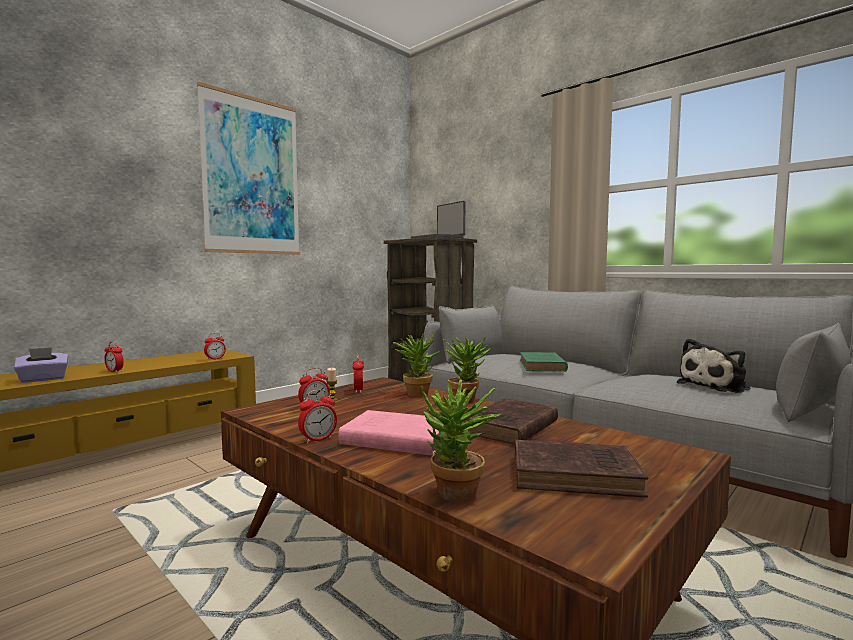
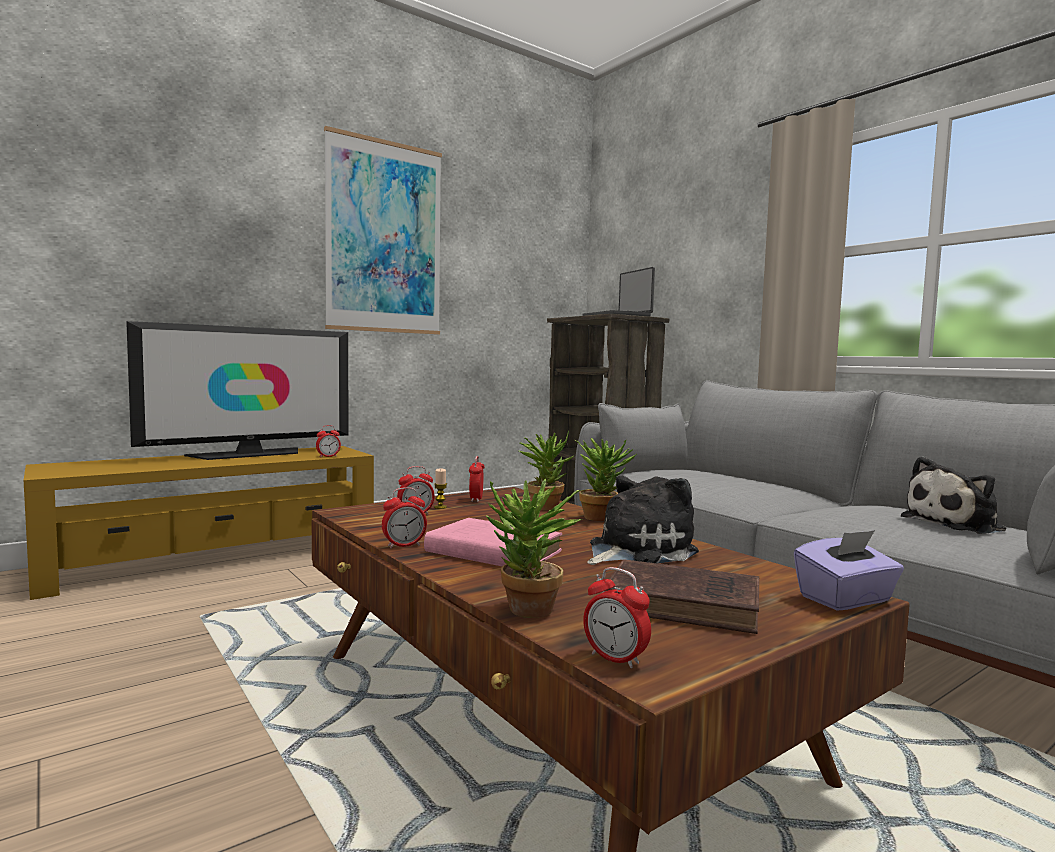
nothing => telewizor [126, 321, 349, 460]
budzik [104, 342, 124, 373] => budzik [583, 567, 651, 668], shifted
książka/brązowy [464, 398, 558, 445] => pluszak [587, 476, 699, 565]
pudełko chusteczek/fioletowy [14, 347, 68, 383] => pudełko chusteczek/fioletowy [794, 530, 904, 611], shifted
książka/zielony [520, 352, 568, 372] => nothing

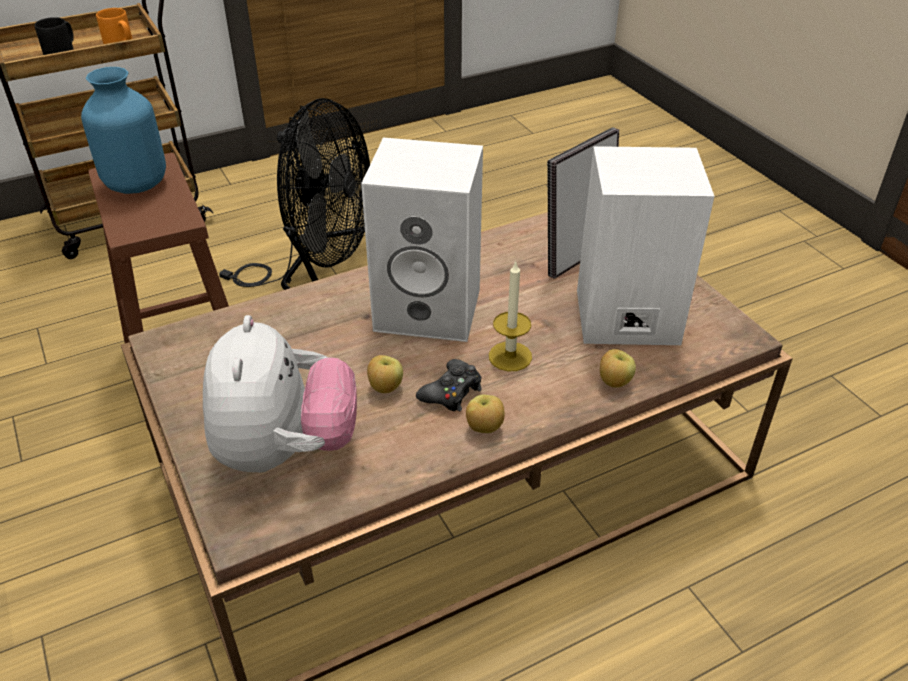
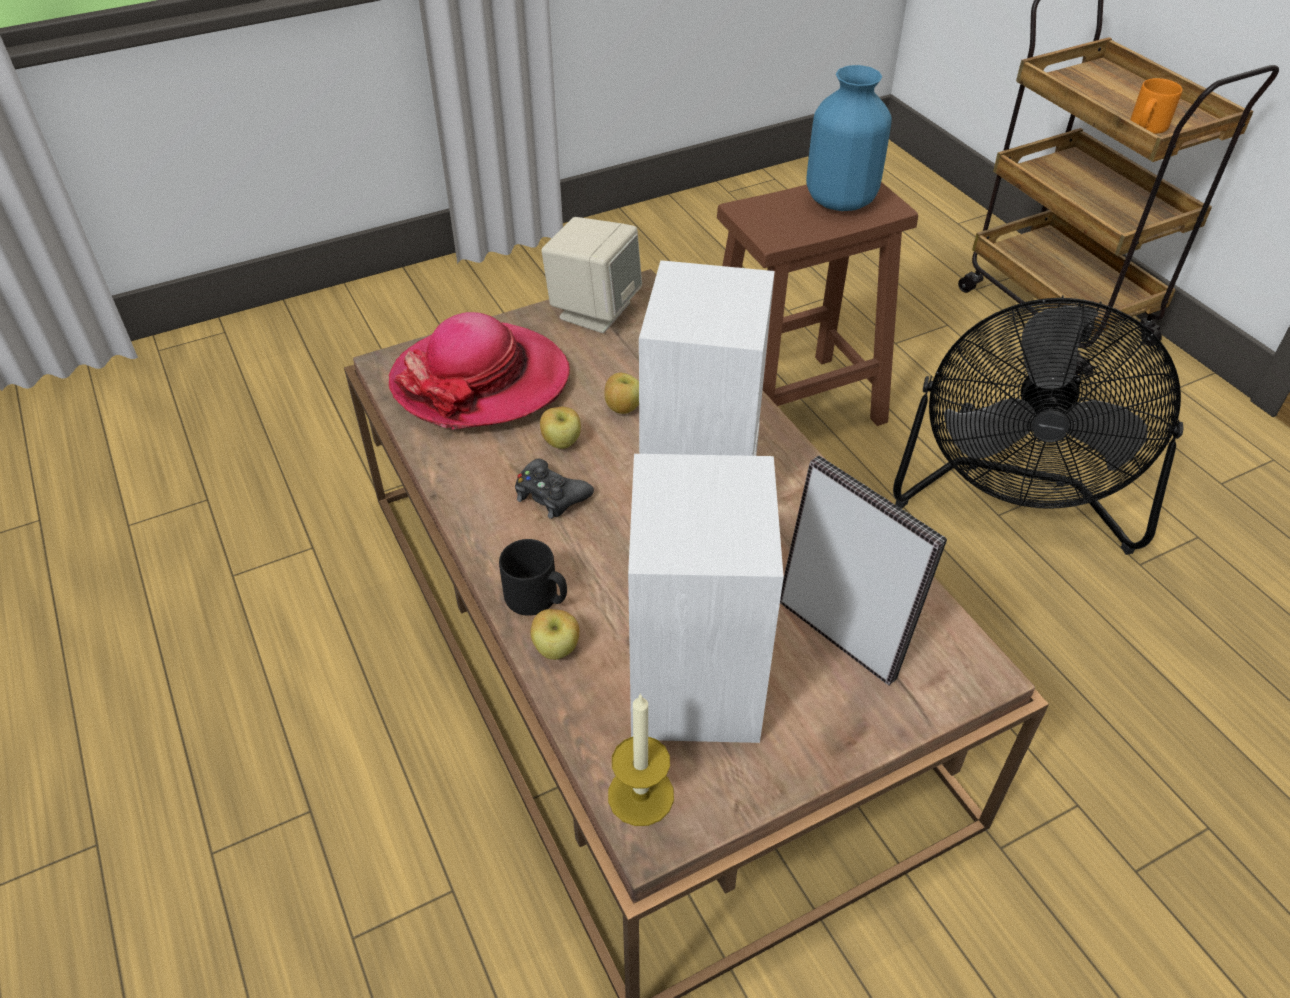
pluszak [203, 315, 357, 473] => kapelusz [389, 312, 570, 430]
kubek/czarny [34, 17, 74, 55] => kubek/czarny [499, 539, 567, 616], shifted
nothing => głośnik/beżowy [541, 217, 642, 333]
jabłko [466, 395, 505, 433] => jabłko [604, 373, 639, 414], shifted
świeca [489, 261, 532, 371] => świeca [608, 693, 674, 826], shifted

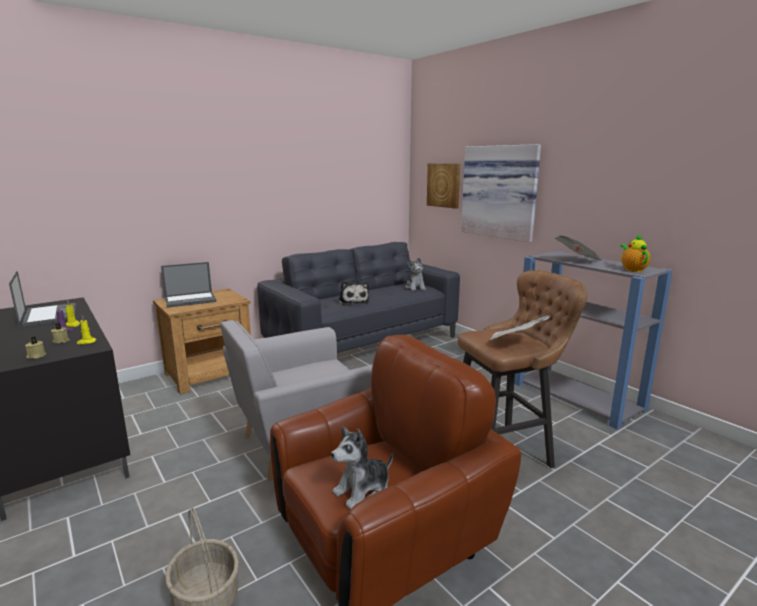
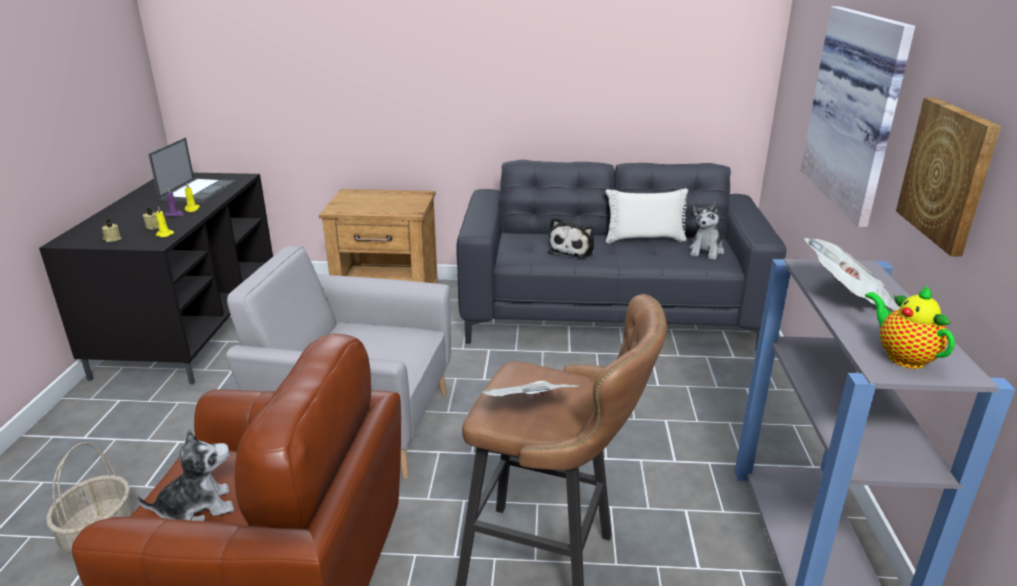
pluszak [331, 426, 393, 509] => pluszak [137, 429, 234, 521], 150 degrees clockwise
nothing => poduszka/biały [606, 188, 688, 243]
imbryk [621, 234, 651, 272] => imbryk [865, 285, 955, 369], 60 degrees counterclockwise
obraz [427, 163, 460, 209] => obraz [896, 97, 1001, 257], shifted
laptop [161, 262, 217, 308] => nothing

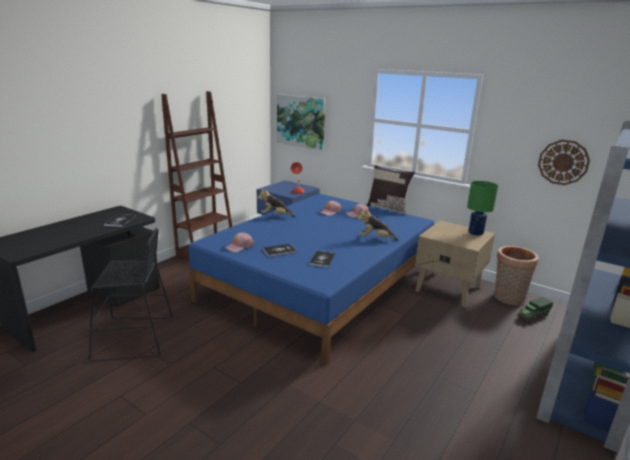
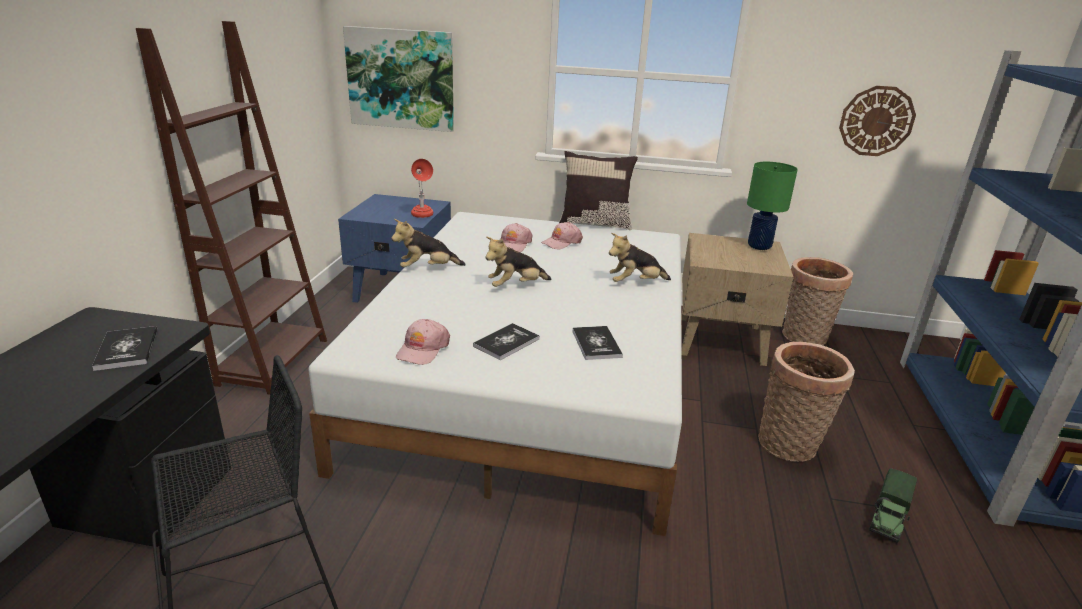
łóżko/niebieski [189, 194, 434, 365] => łóżko/biały [308, 212, 682, 536]
nothing => pluszak [485, 236, 551, 287]
nothing => koszyk [758, 342, 855, 462]
ciężarówka zabawkowa [517, 297, 553, 323] => ciężarówka zabawkowa [869, 468, 917, 543], shifted

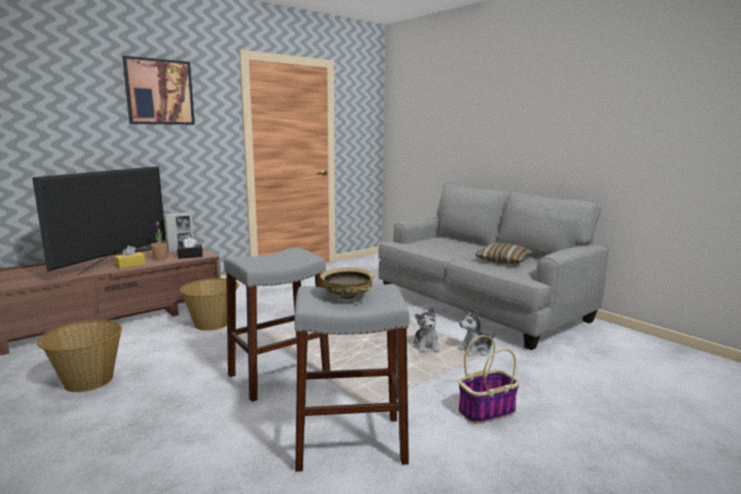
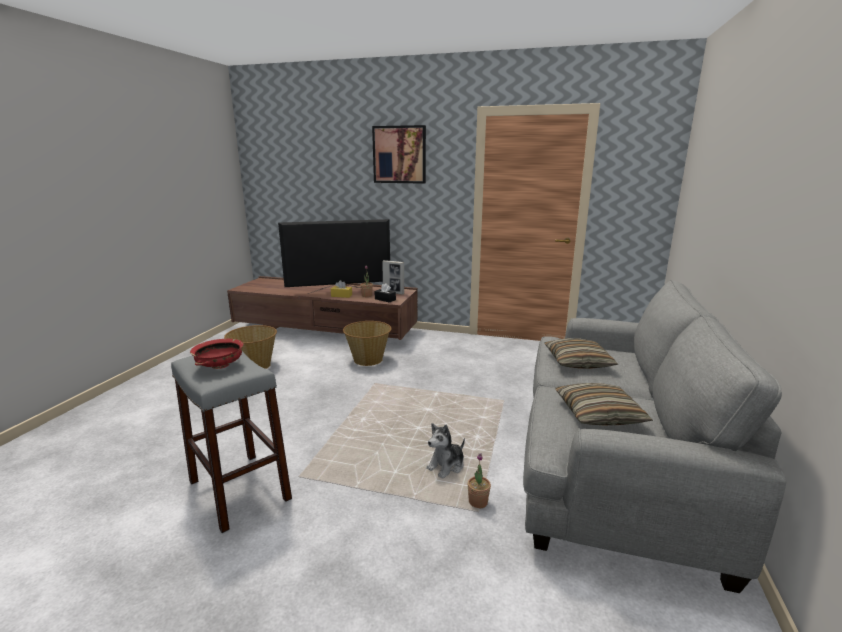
miska/beżowy [320, 267, 375, 299] => miska/czerwony [190, 339, 243, 369]
pluszak [458, 311, 496, 356] => roślina doniczkowa [468, 453, 491, 509]
nothing => poduszka [544, 338, 618, 369]
stołek/szary [224, 247, 330, 402] => nothing
koszyk [458, 335, 520, 424] => nothing

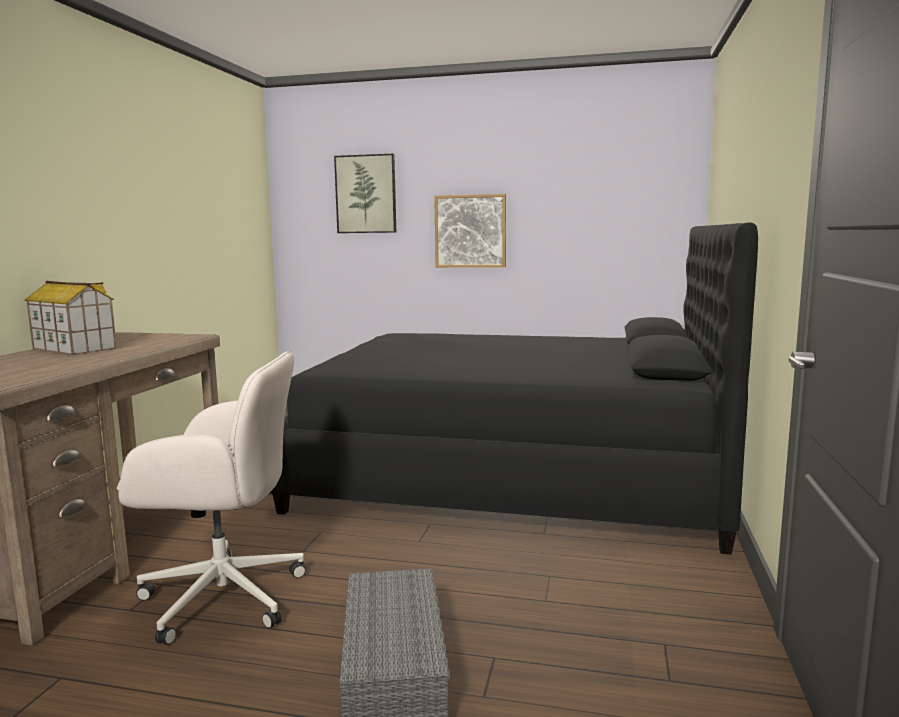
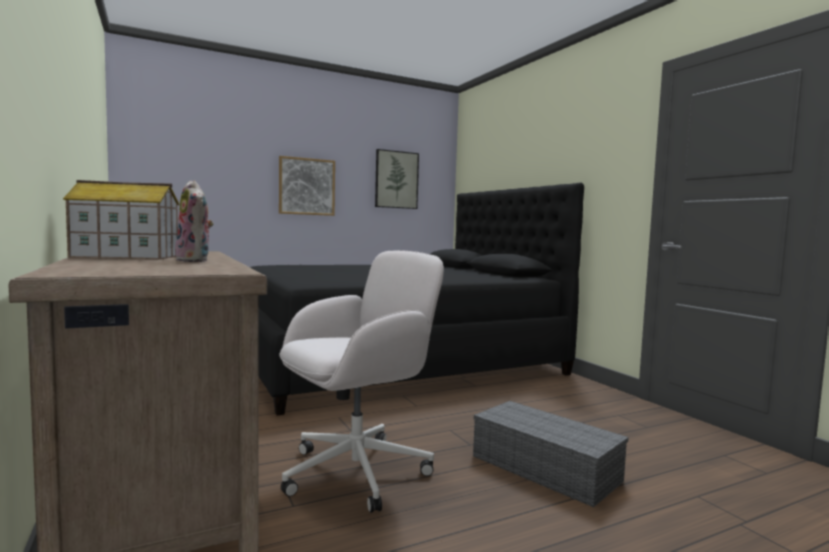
nothing => pluszak [175, 181, 214, 262]
obraz [334, 154, 396, 233] => obraz [375, 149, 419, 209], shifted

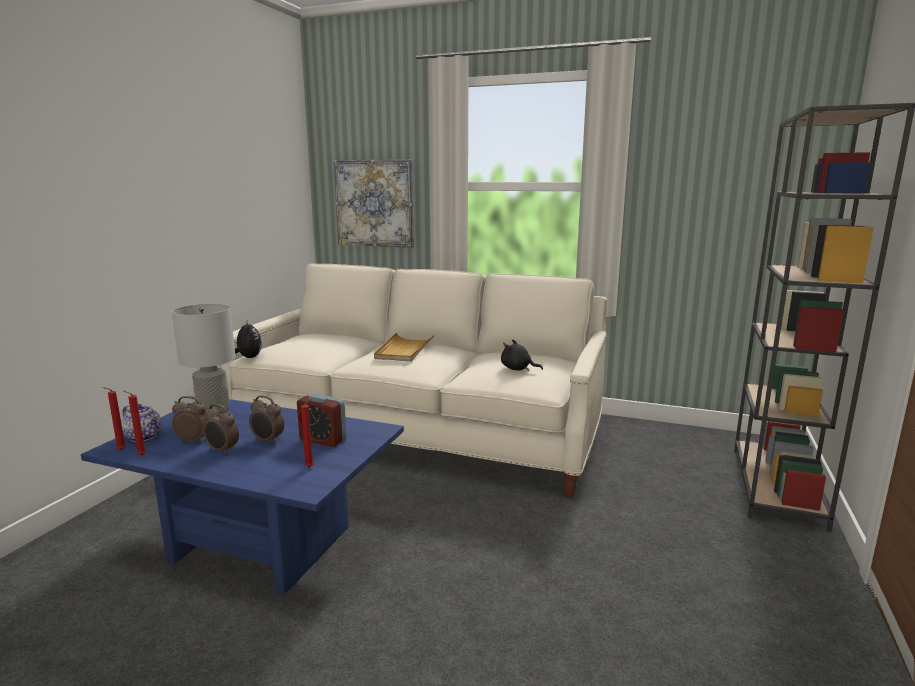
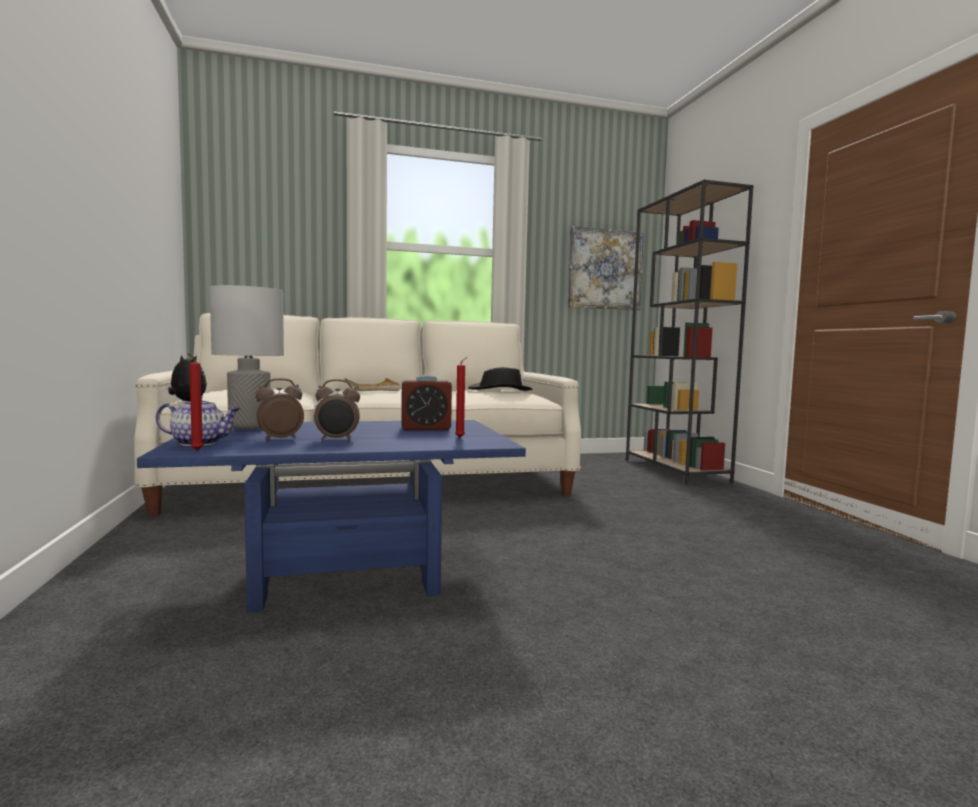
pluszak/czarny [501, 339, 543, 371] => kapelusz/czarny [468, 367, 532, 391]
obraz [334, 159, 414, 248] => obraz [567, 226, 644, 310], shifted
świeca/czerwony [123, 390, 146, 455] => nothing
budzik [249, 395, 284, 444] => nothing

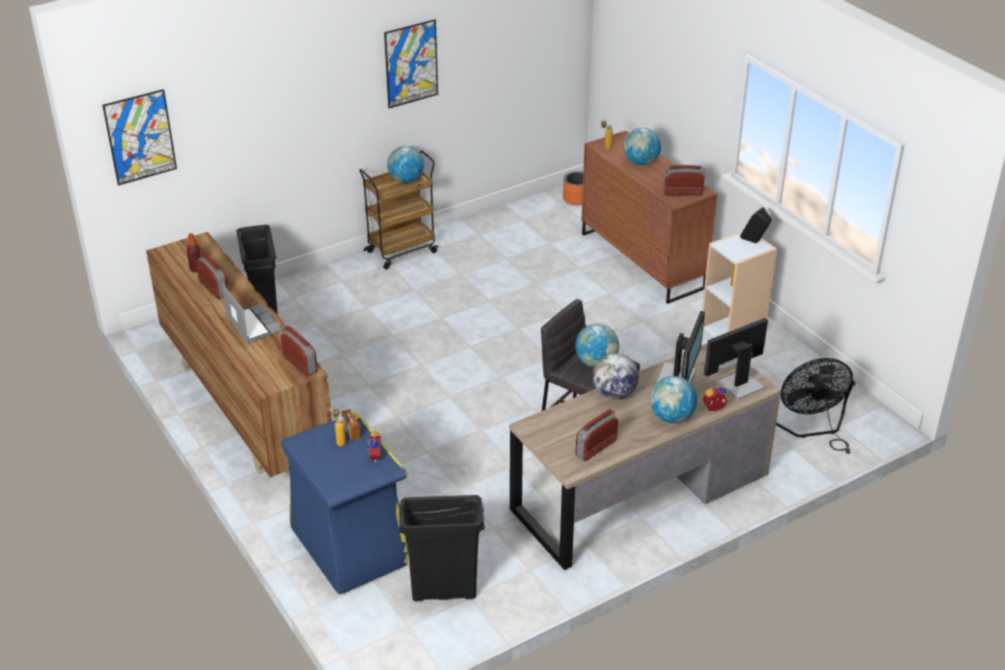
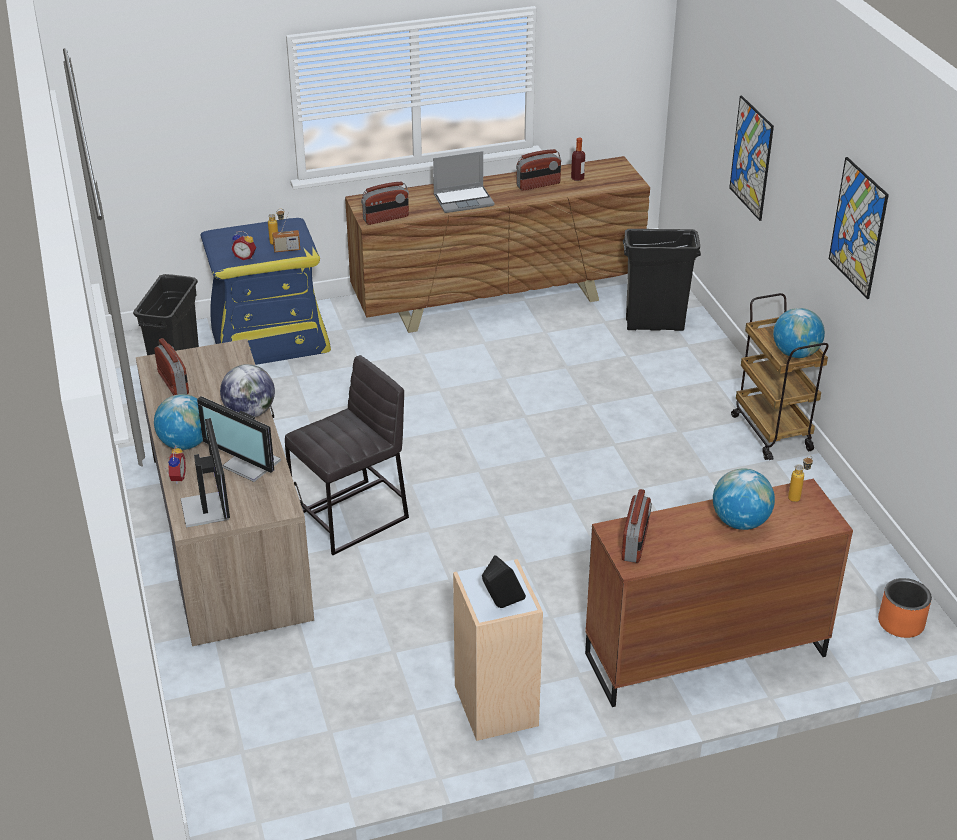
obraz [102, 89, 177, 186] => obraz [729, 95, 774, 221], shifted
globus [575, 324, 619, 367] => nothing
wentylator/czarny [776, 358, 856, 454] => nothing

